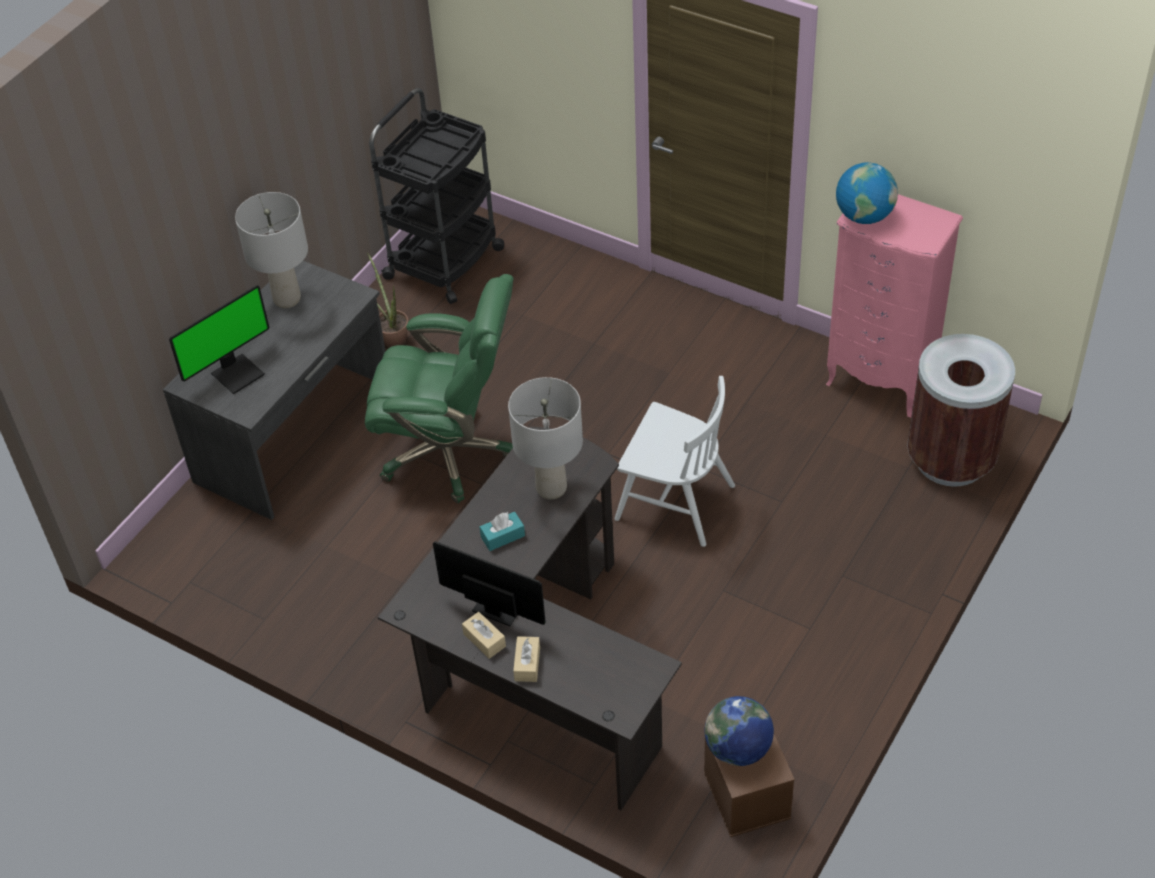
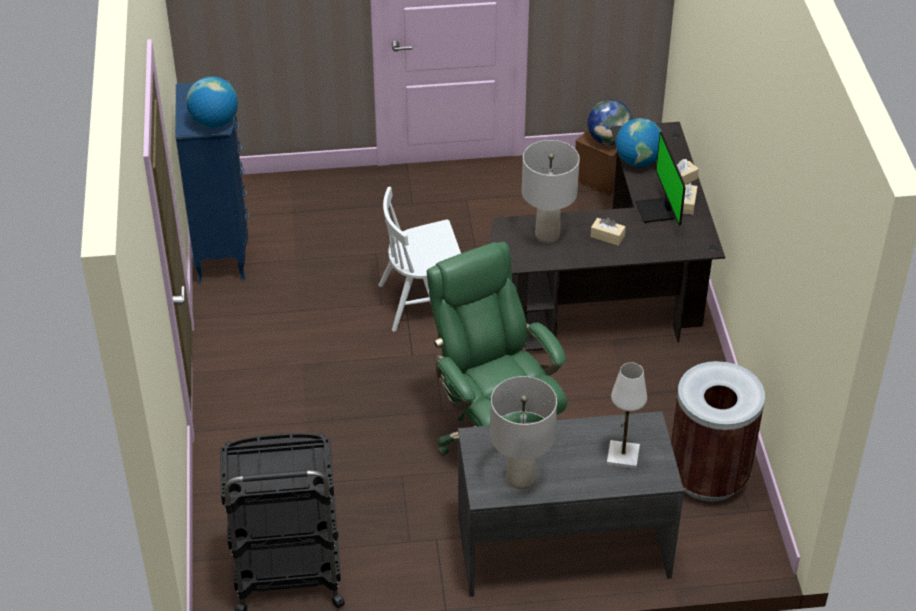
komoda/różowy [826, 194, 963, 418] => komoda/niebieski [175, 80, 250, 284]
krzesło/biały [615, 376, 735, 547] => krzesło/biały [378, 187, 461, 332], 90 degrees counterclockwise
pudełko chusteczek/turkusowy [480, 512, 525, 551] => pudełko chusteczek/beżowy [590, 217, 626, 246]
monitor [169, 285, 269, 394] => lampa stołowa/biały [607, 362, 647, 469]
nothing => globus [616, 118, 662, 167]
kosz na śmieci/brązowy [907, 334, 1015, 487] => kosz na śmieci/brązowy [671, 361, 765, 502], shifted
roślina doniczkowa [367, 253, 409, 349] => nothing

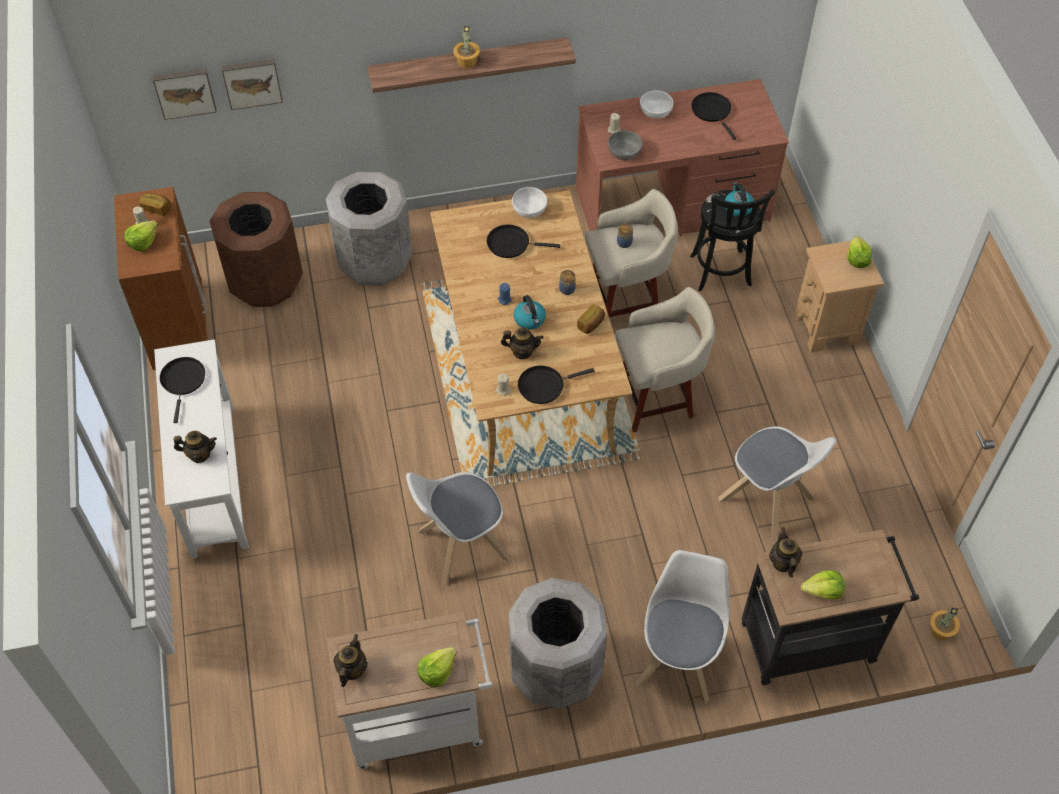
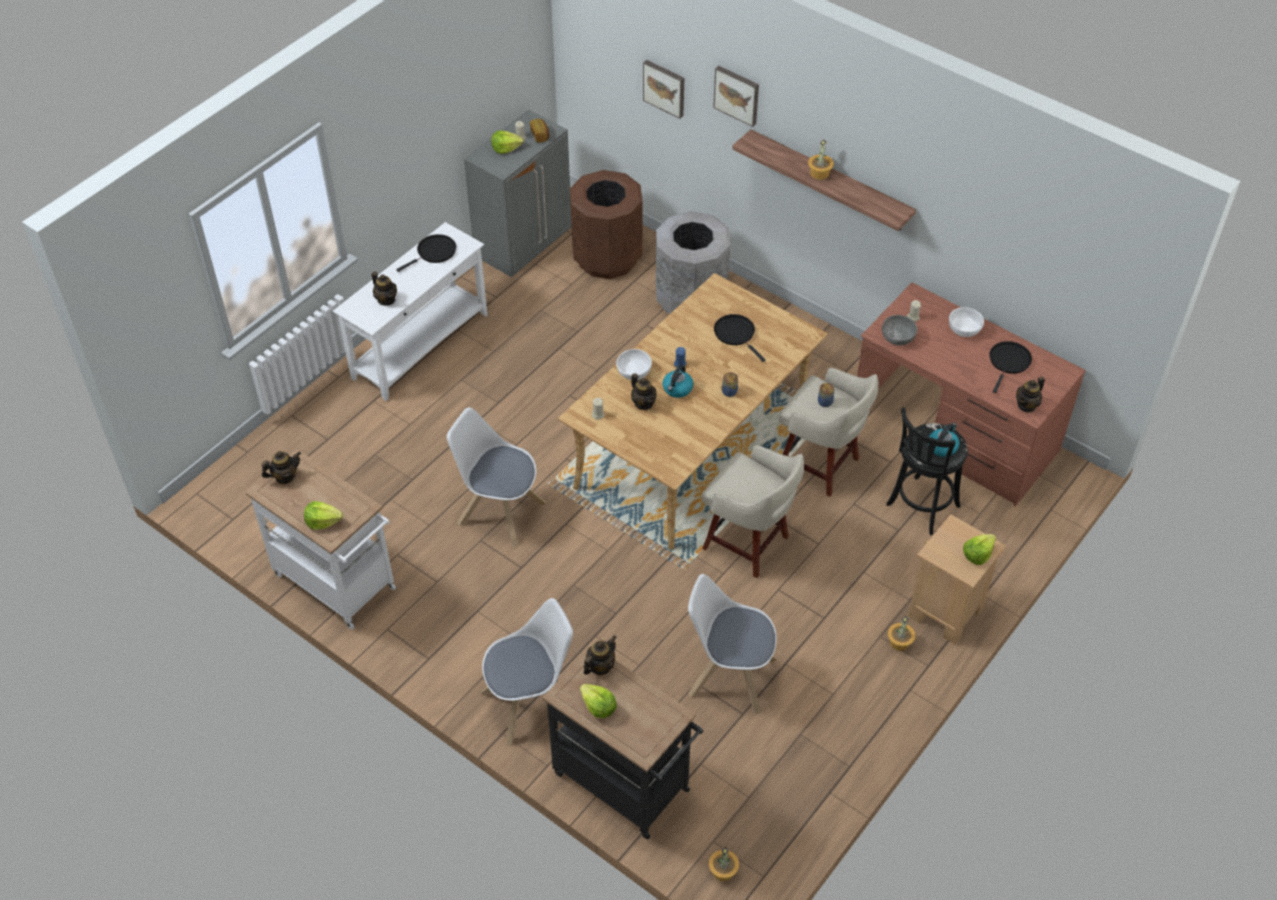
szafka/brązowy [114, 187, 208, 370] => szafka/szary [464, 109, 571, 277]
miska/biały [512, 187, 547, 218] => miska/biały [616, 349, 652, 380], shifted
krzesło [718, 426, 836, 540] => krzesło [688, 574, 777, 715], 105 degrees clockwise
obraz [153, 69, 217, 120] => obraz [713, 66, 759, 127], shifted
nothing => roślina doniczkowa [888, 616, 915, 651]
nothing => imbryk [1016, 376, 1045, 413]
kosz na śmieci/szary [509, 578, 607, 709] => nothing
patelnia/czarny [518, 366, 594, 404] => nothing
chleb [577, 304, 605, 334] => nothing

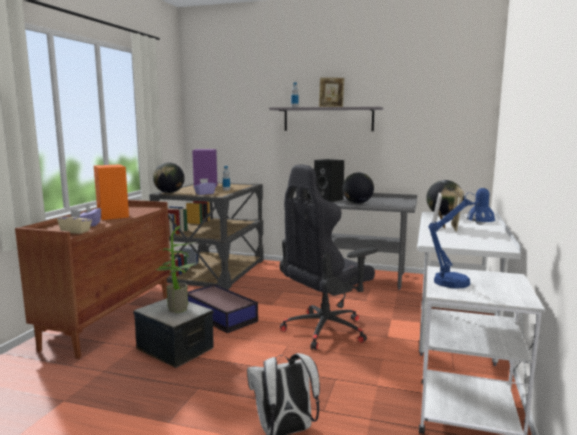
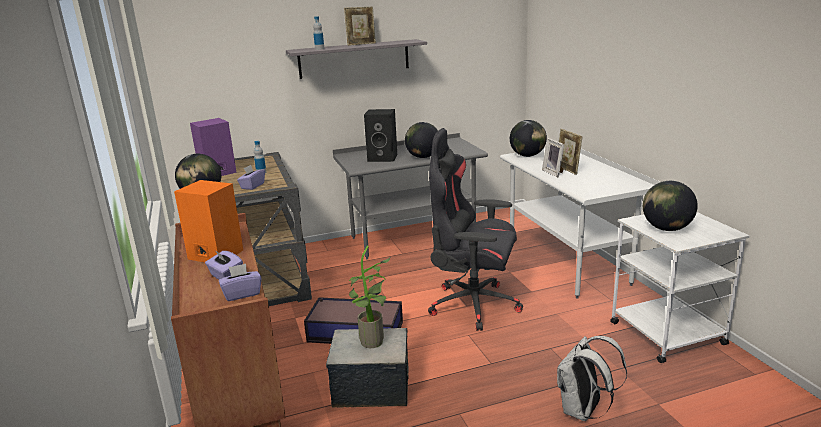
pudełko chusteczek/beżowy [57, 210, 92, 234] => pudełko chusteczek/fioletowy [219, 264, 261, 301]
krzesło biurowe/czarny [279, 164, 378, 350] => krzesło biurowe/czarny [428, 128, 523, 331], 90 degrees clockwise
lampa stołowa/niebieski [428, 188, 495, 288] => globus [643, 181, 698, 231]

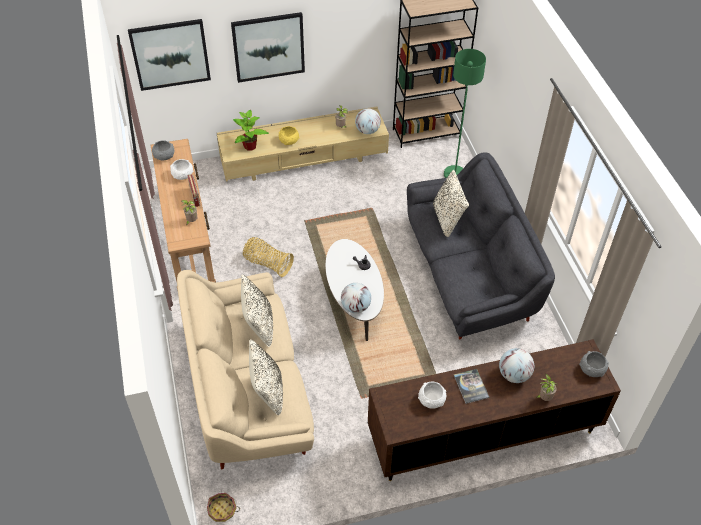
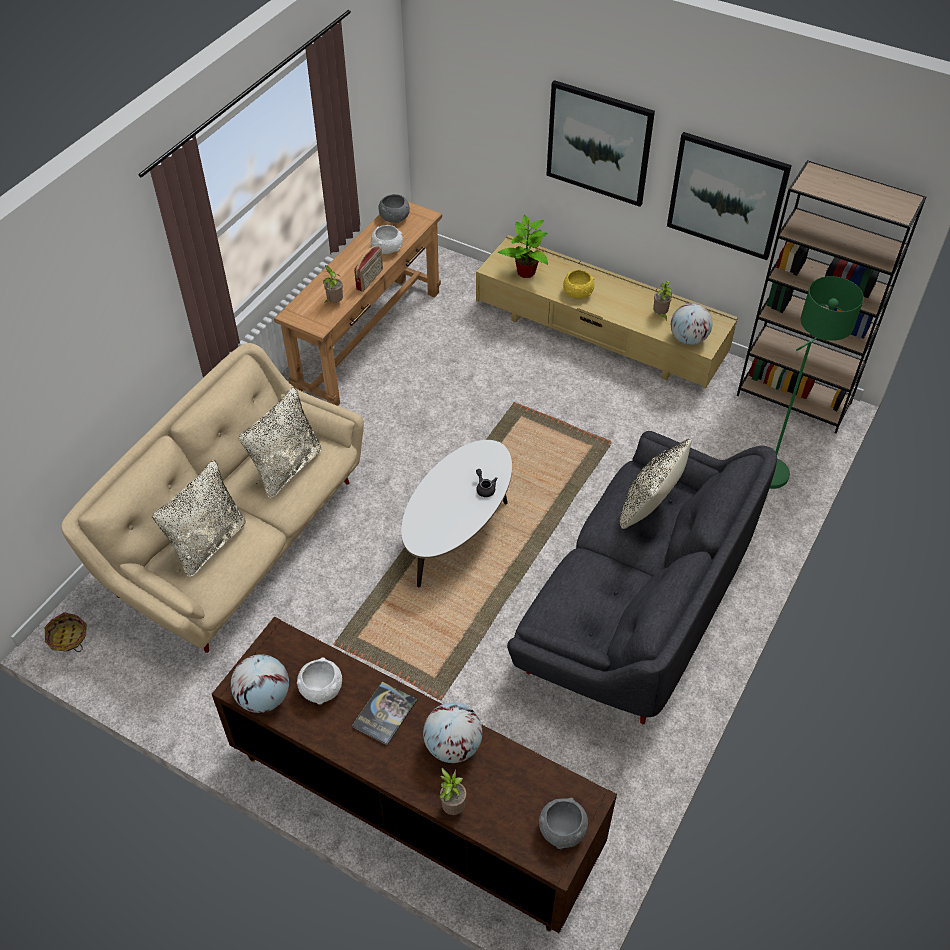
globus [341, 283, 371, 313] => globus [231, 654, 289, 713], shifted
obraz [128, 19, 211, 91] => obraz [667, 132, 792, 260], shifted
koszyk [243, 237, 294, 277] => nothing

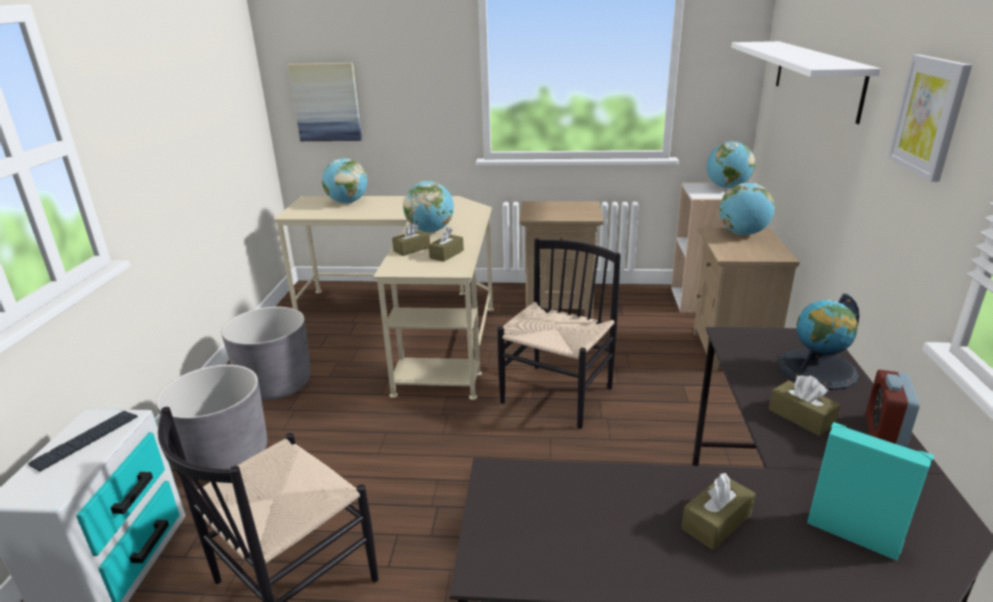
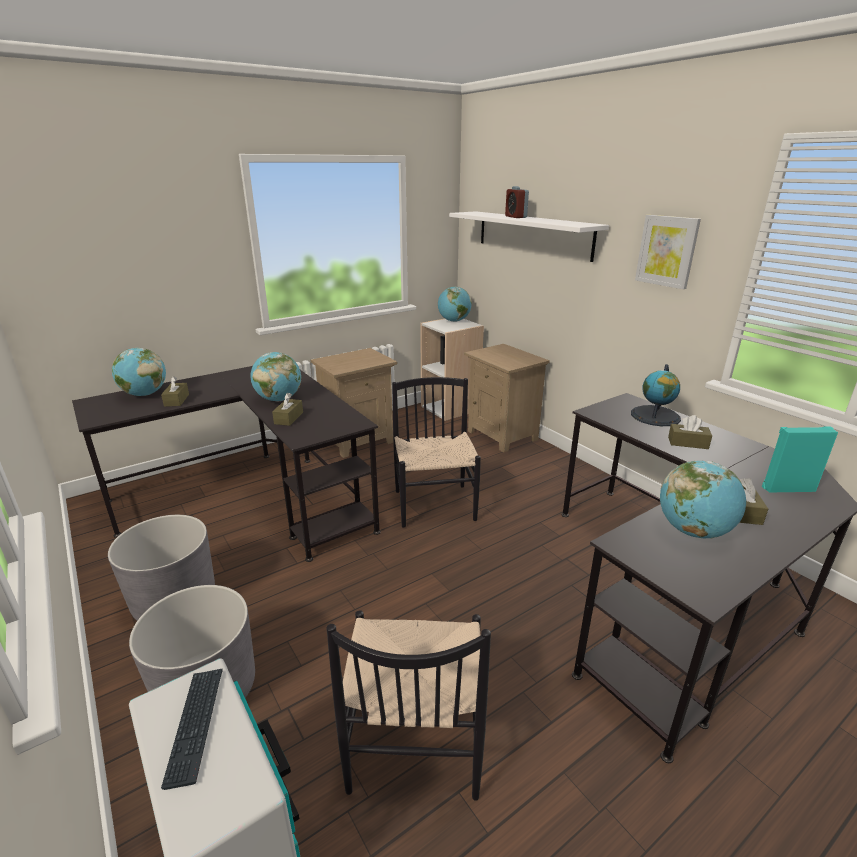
biurko/beżowy [273, 196, 494, 400] => biurko/czarny [72, 366, 381, 562]
pudełko chusteczek/brązowy [429, 227, 464, 262] => pudełko chusteczek/brązowy [161, 376, 189, 407], shifted
budzik [866, 370, 920, 448] => budzik [505, 186, 529, 218], shifted
globus [719, 183, 775, 235] => globus [660, 460, 746, 538], shifted
obraz [288, 63, 362, 141] => nothing

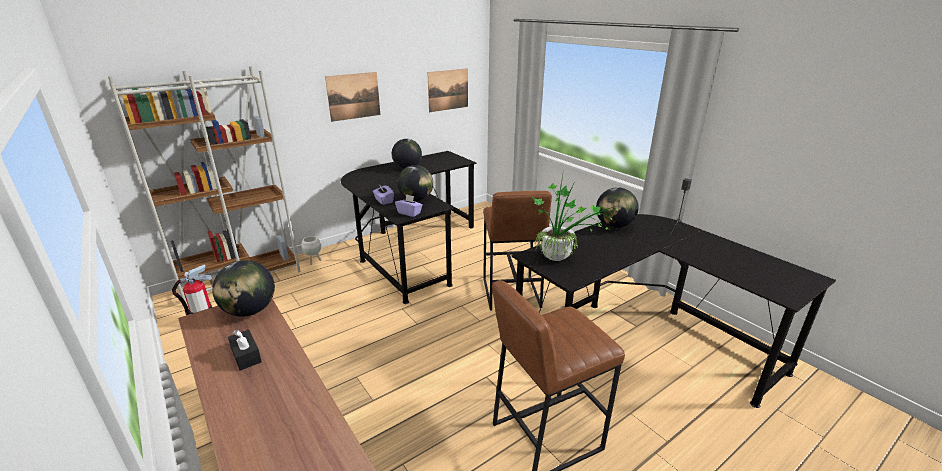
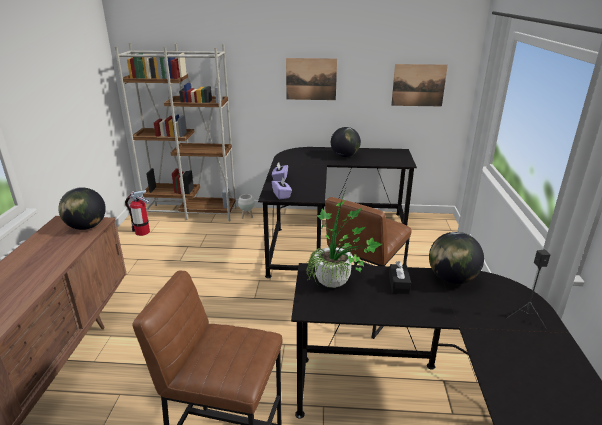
pudełko chusteczek/czarny [228, 330, 262, 371] => pudełko chusteczek/czarny [389, 261, 411, 294], shifted
globus [397, 165, 433, 201] => nothing

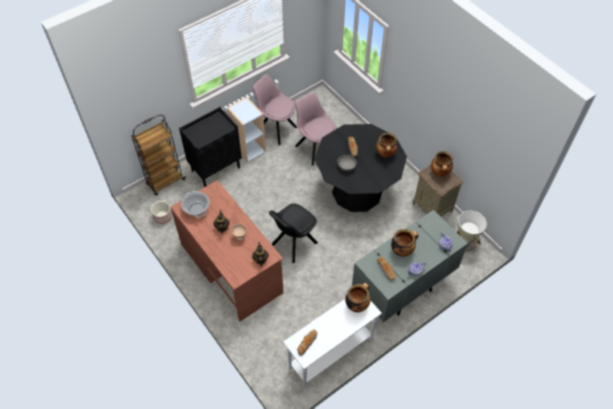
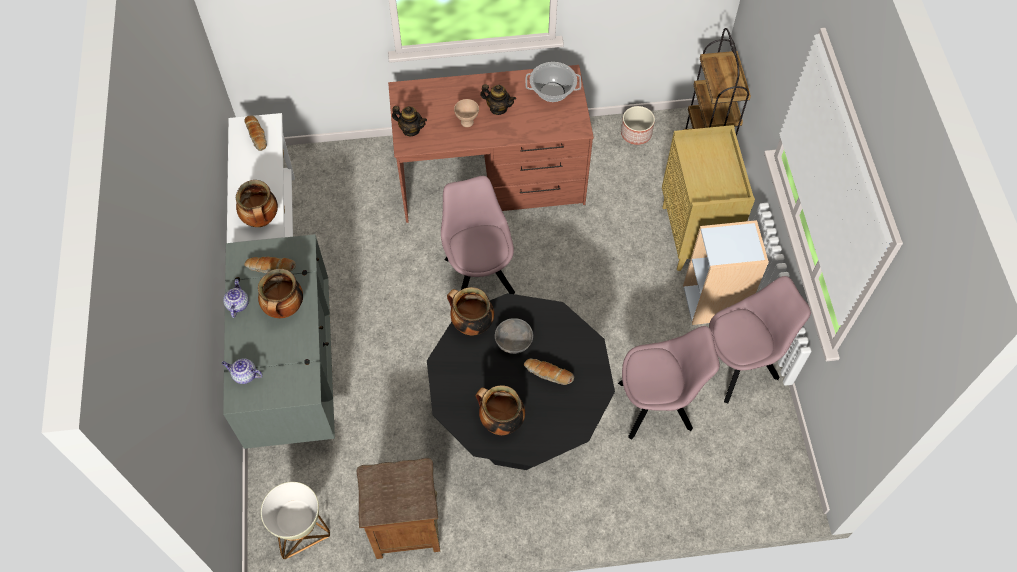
krzesło/czarny [269, 203, 318, 263] => krzesło/różowy [441, 176, 515, 294]
garnek [431, 151, 453, 176] => garnek [447, 287, 494, 336], shifted
szafka/czarny [179, 107, 242, 187] => szafka/beżowy [662, 125, 755, 271]

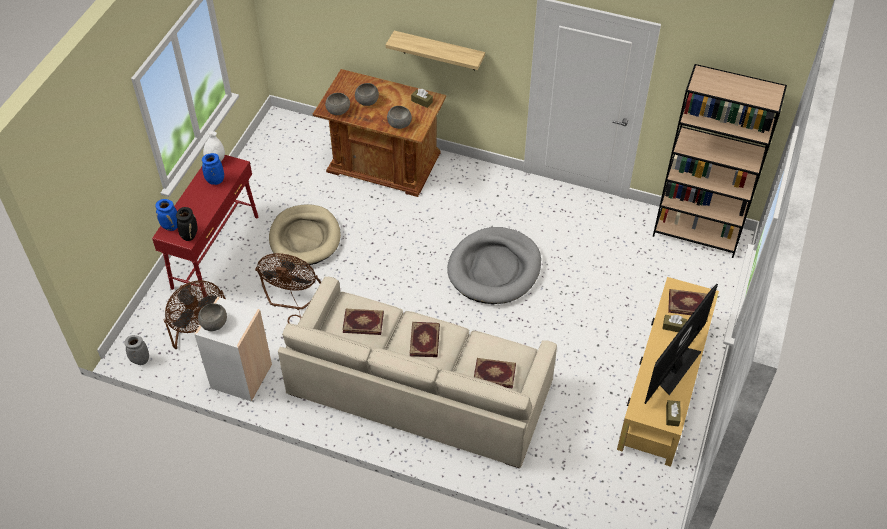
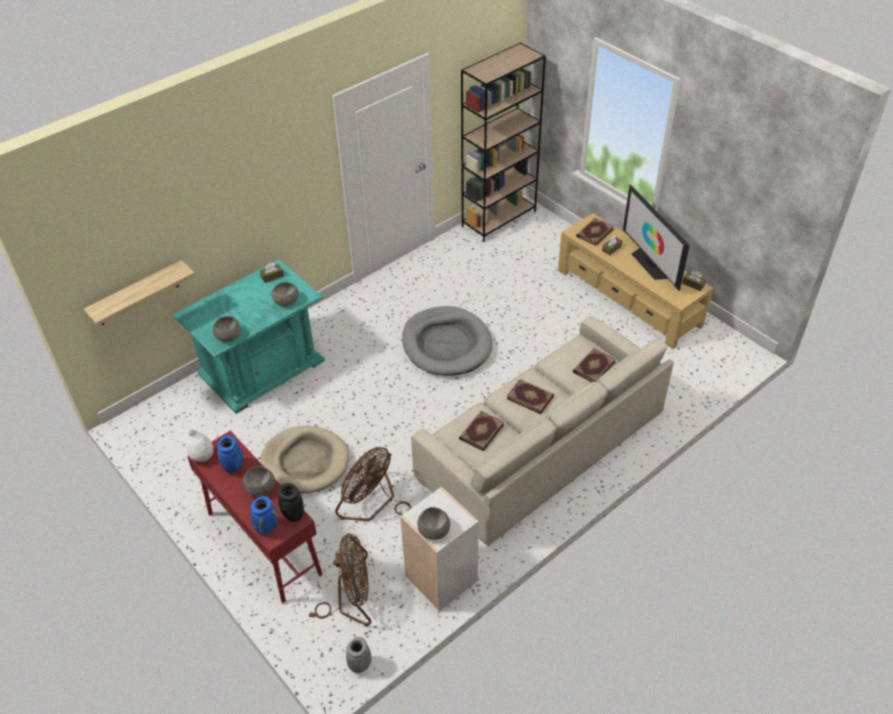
półka [386, 31, 485, 70] => półka [84, 260, 195, 326], shifted
szafka/brązowy [313, 69, 446, 197] => szafka/turkusowy [174, 259, 325, 414]
miska/szary [355, 83, 379, 106] => miska/szary [243, 466, 275, 497], shifted

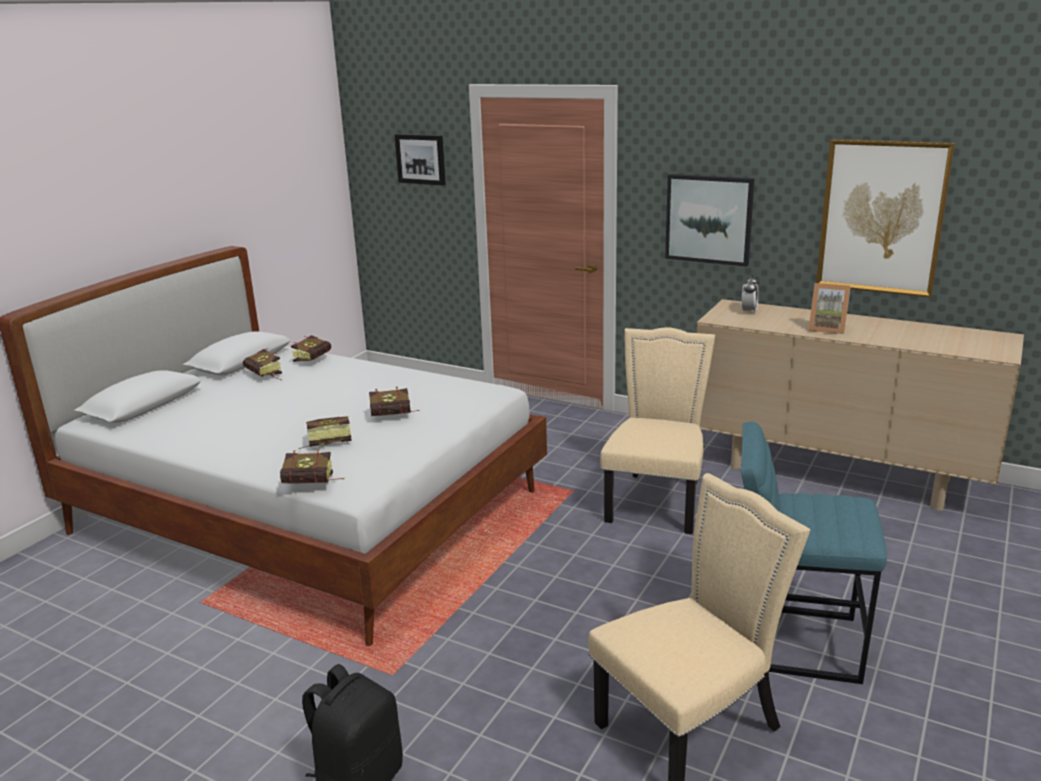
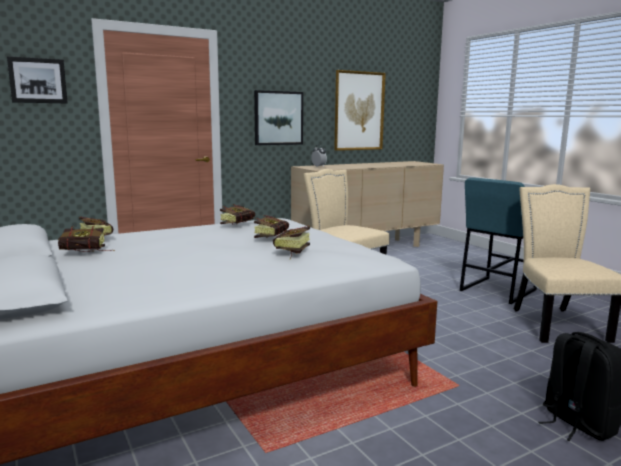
książka [280, 449, 344, 484] => książka [220, 204, 255, 225], shifted
ramka na zdjęcie [808, 283, 851, 334] => nothing

